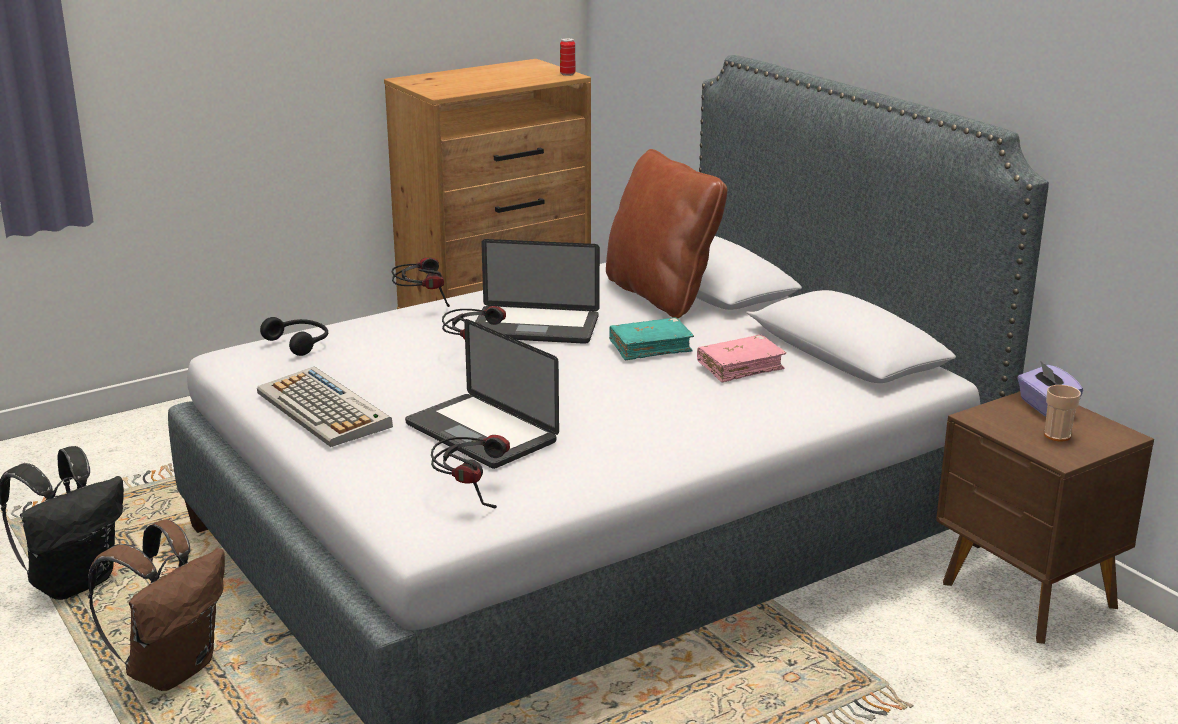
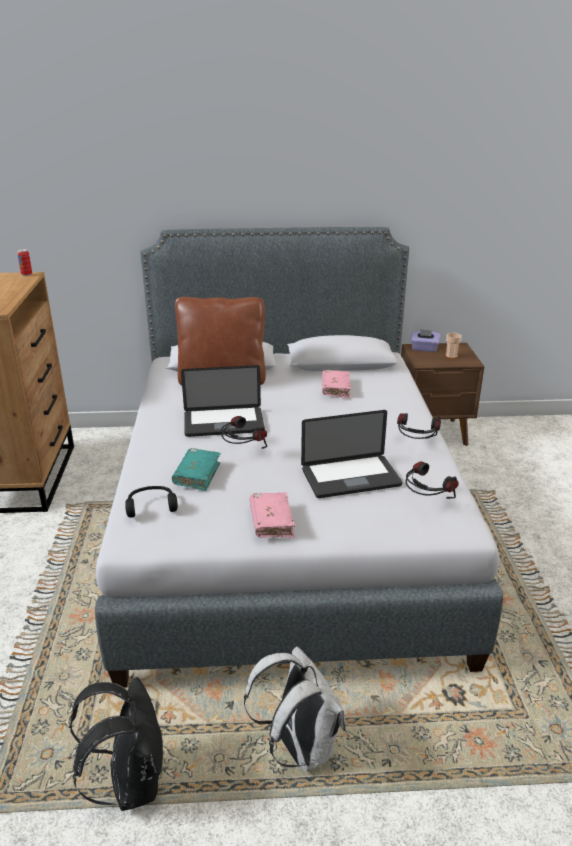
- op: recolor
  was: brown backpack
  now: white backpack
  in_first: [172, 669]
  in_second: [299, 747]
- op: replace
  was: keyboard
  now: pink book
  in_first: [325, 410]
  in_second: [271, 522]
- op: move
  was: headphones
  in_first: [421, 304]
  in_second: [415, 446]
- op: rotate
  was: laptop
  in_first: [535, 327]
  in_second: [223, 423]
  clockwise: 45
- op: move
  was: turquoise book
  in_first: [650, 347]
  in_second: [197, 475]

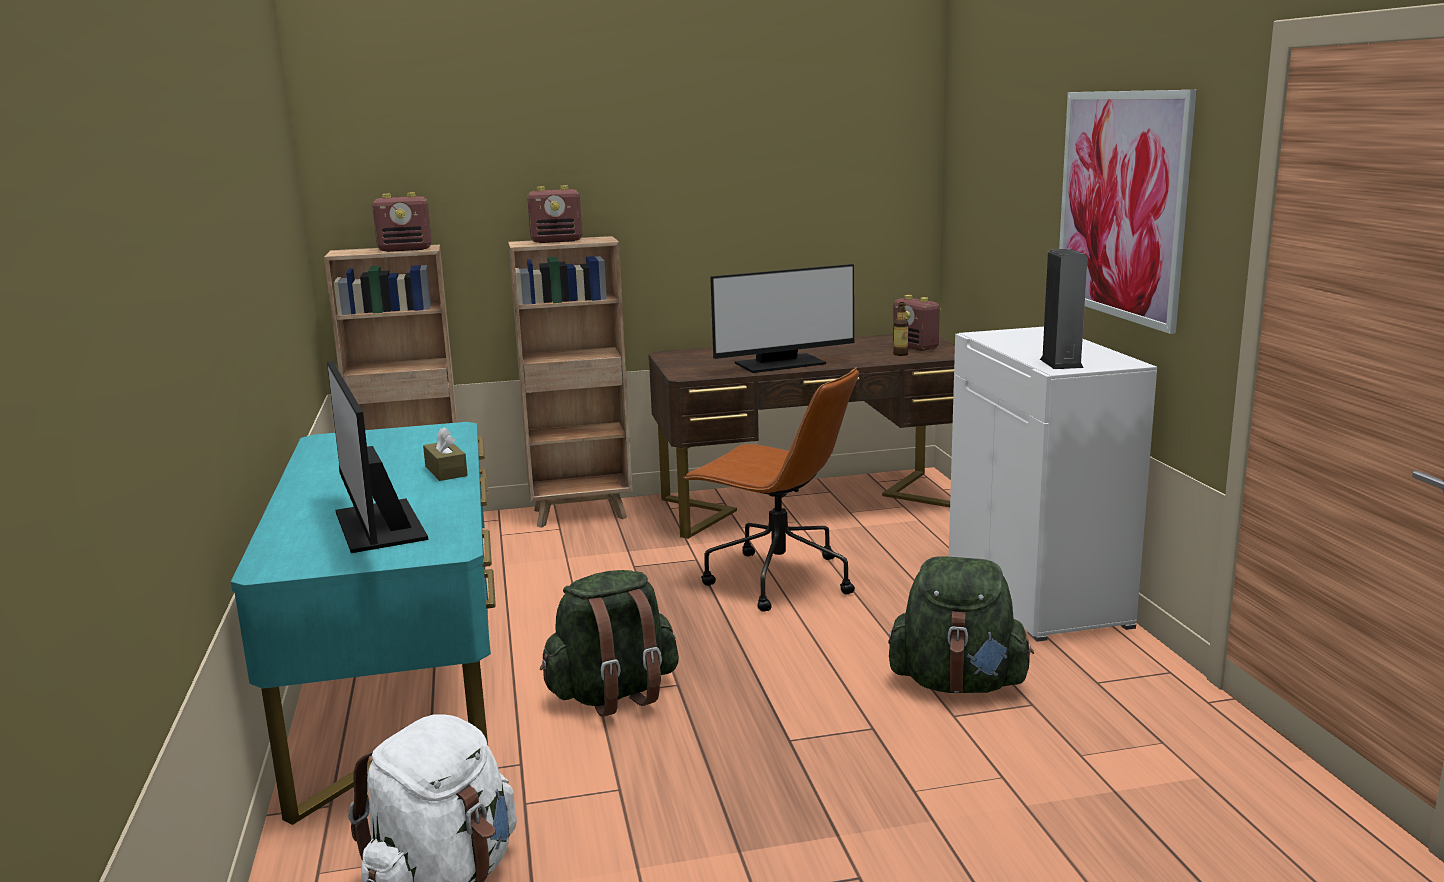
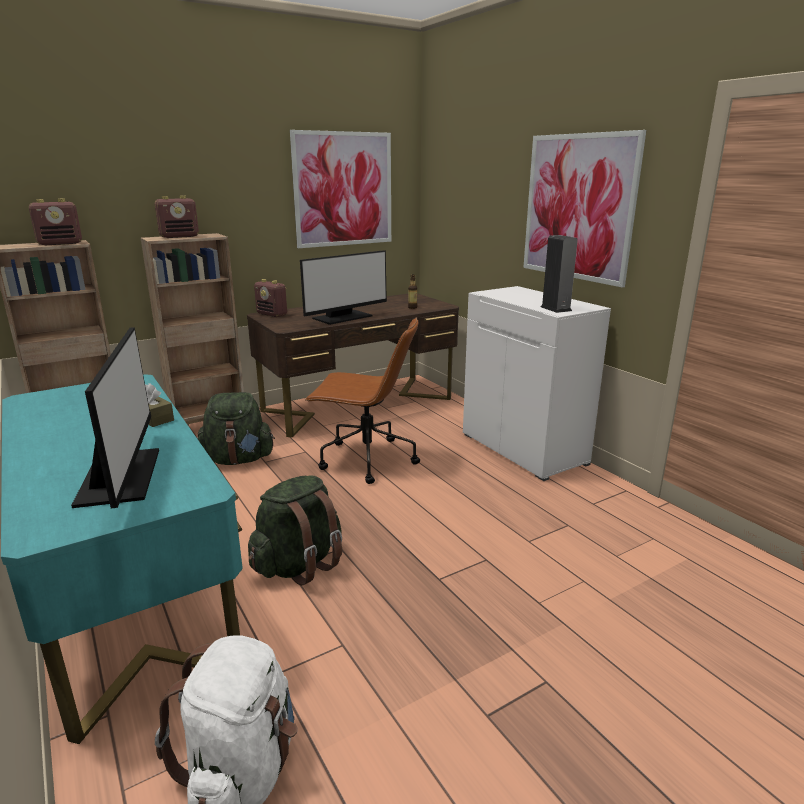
- op: rotate
  was: monitor
  in_first: [377, 526]
  in_second: [122, 476]
  clockwise: -150
- op: move
  was: green backpack
  in_first: [958, 683]
  in_second: [238, 459]
- op: move
  was: radio
  in_first: [916, 347]
  in_second: [272, 314]
- op: insert
  now: picture
  in_second: [343, 189]

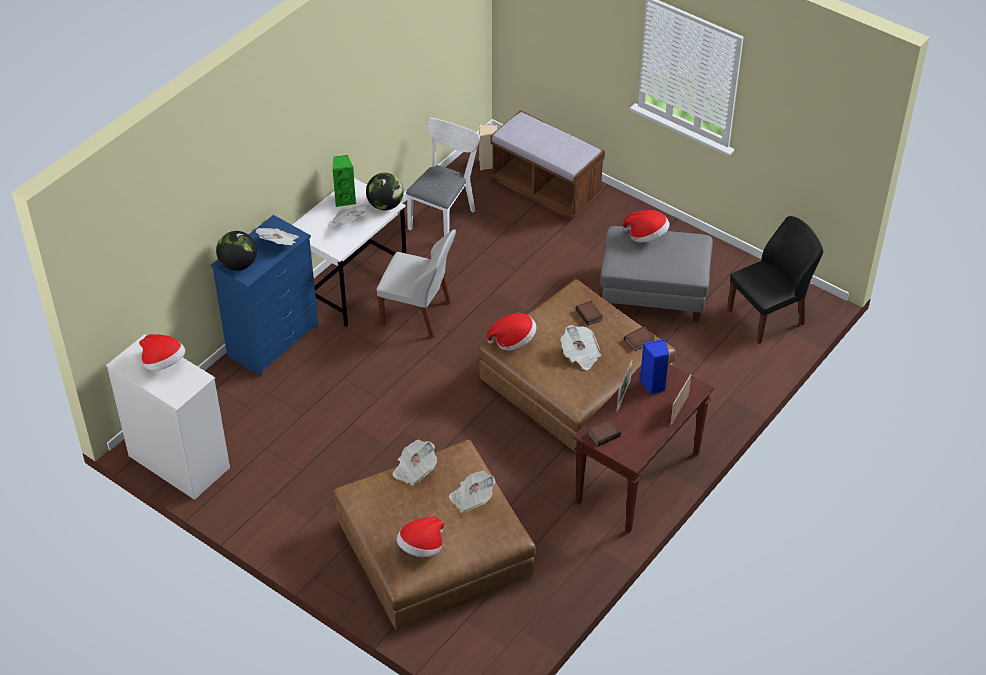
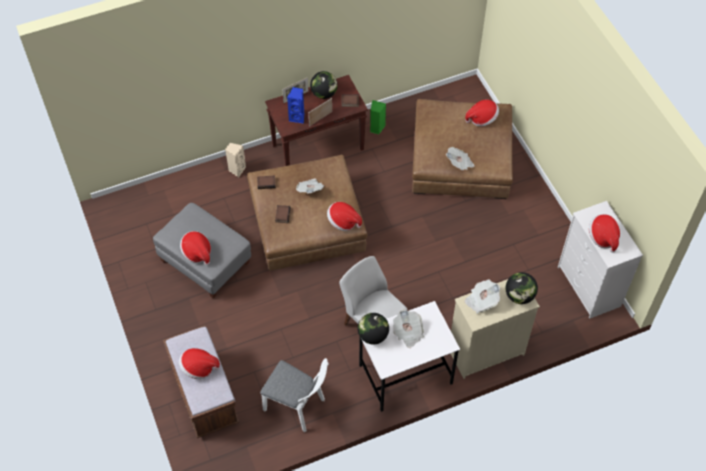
- op: recolor
  was: blue dresser
  now: beige dresser
  in_first: [274, 341]
  in_second: [485, 352]
- op: move
  was: green speaker
  in_first: [345, 199]
  in_second: [376, 128]
- op: rotate
  was: white chair
  in_first: [444, 216]
  in_second: [298, 407]
  clockwise: -120
- op: delete
  was: newspaper
  in_first: [472, 498]
- op: move
  was: beige speaker
  in_first: [488, 164]
  in_second: [236, 169]
- op: delete
  was: black chair
  in_first: [768, 317]
- op: insert
  now: hat
  in_second: [199, 368]
- op: insert
  now: globe
  in_second: [324, 94]

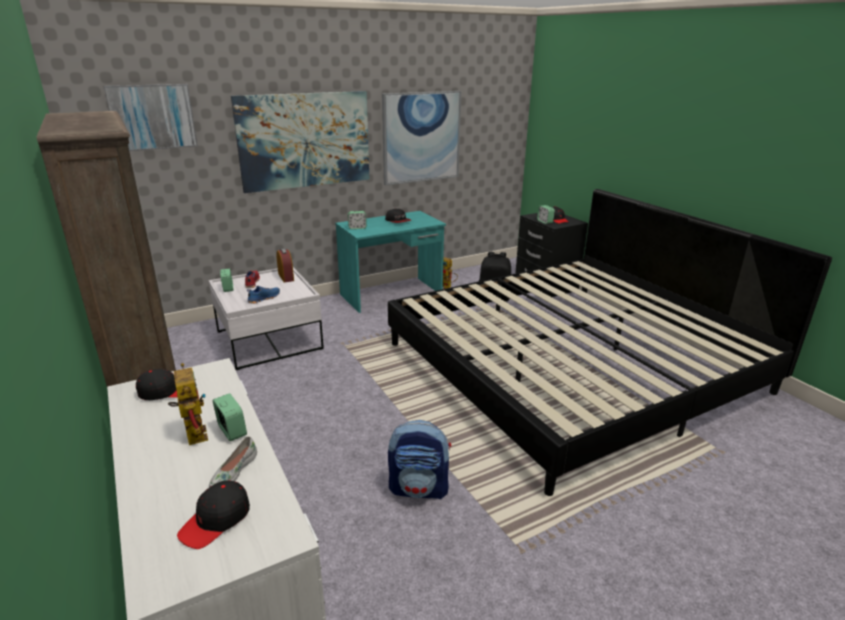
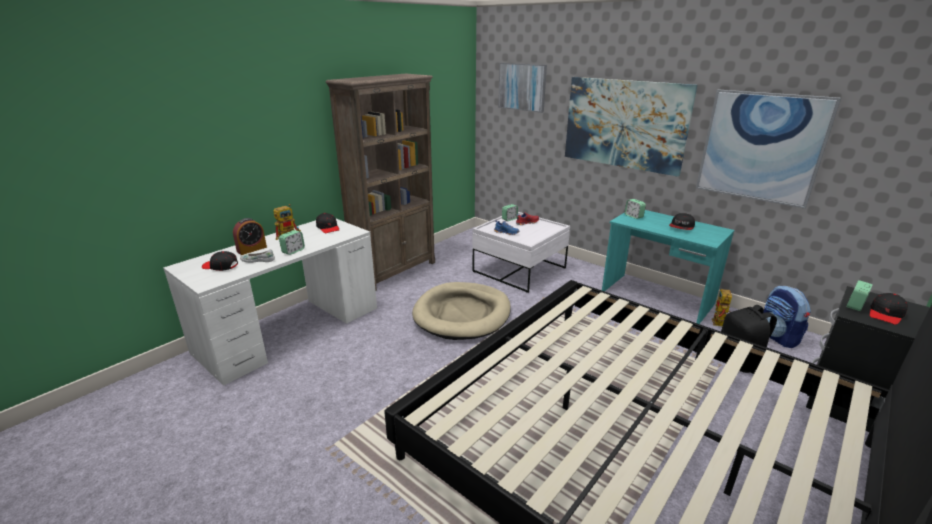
- op: move
  was: alarm clock
  in_first: [286, 277]
  in_second: [252, 249]
- op: move
  was: backpack
  in_first: [419, 488]
  in_second: [778, 337]
- op: insert
  now: beige dog bed
  in_second: [462, 314]

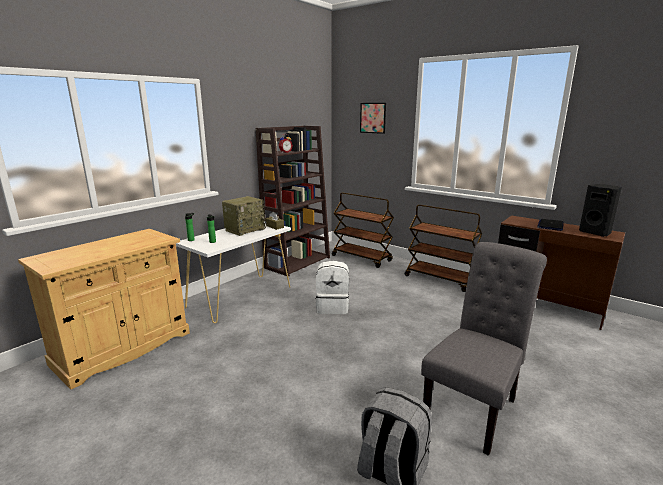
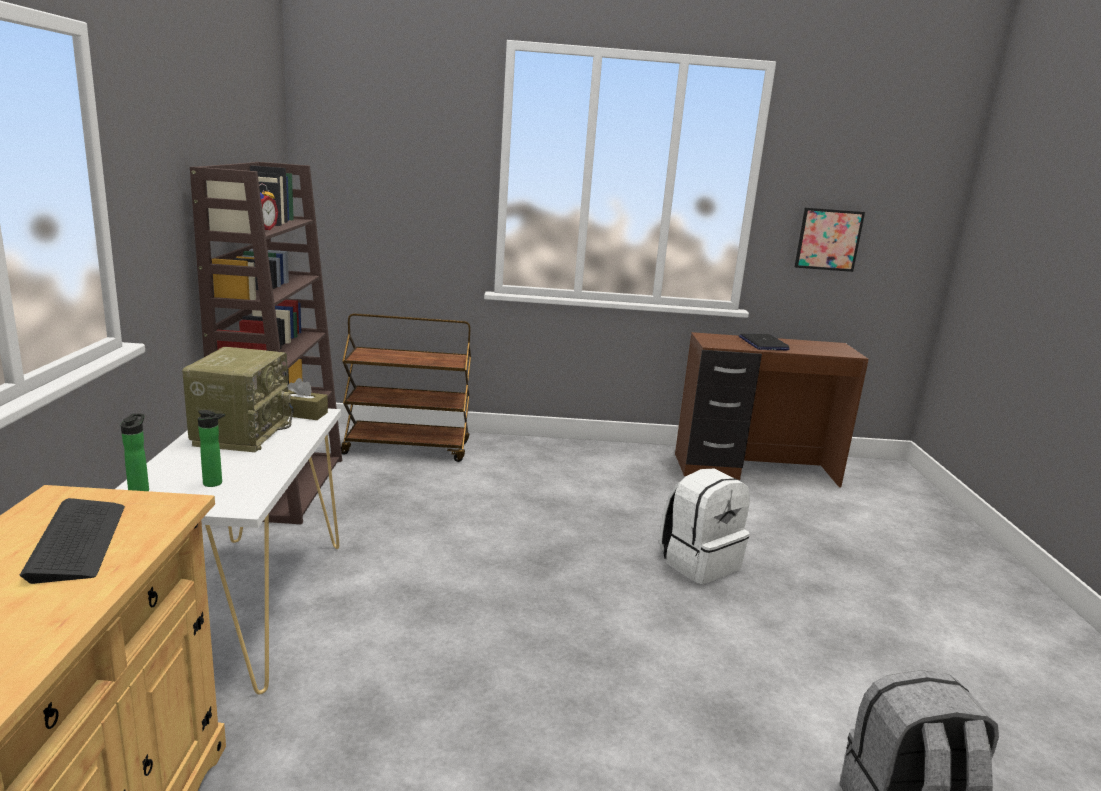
- op: move
  was: white backpack
  in_first: [333, 307]
  in_second: [699, 562]
- op: move
  was: picture
  in_first: [373, 118]
  in_second: [828, 239]
- op: delete
  was: brown cart
  in_first: [440, 279]
- op: delete
  was: grey chair
  in_first: [474, 407]
- op: delete
  was: black speaker
  in_first: [595, 233]
- op: insert
  now: keyboard
  in_second: [78, 541]

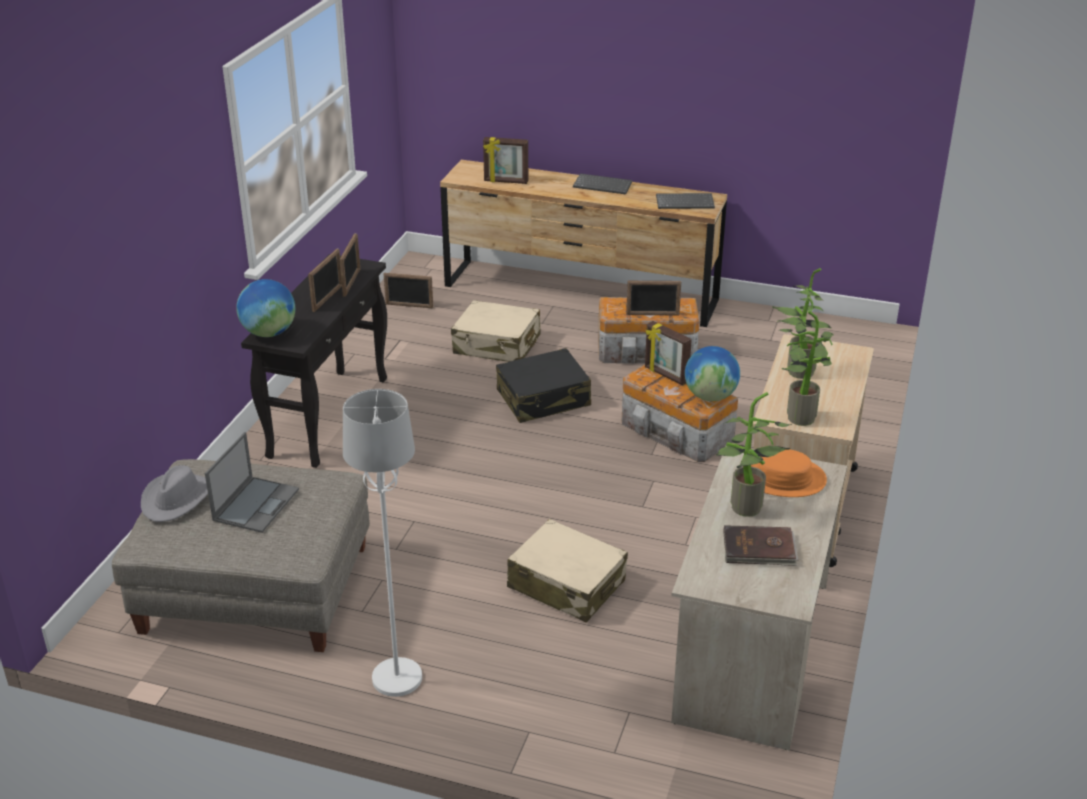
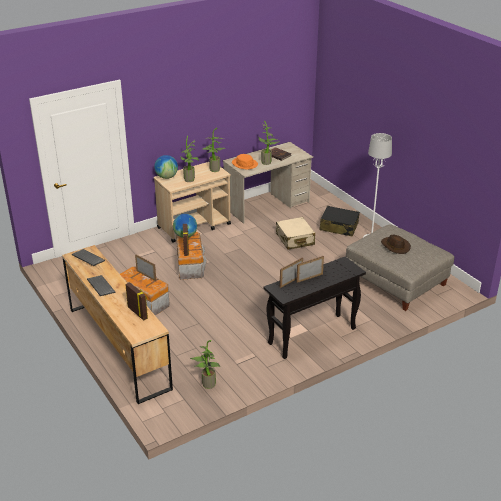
- op: delete
  was: grey hat
  in_first: [177, 499]
- op: replace
  was: laptop
  now: brown hat
  in_first: [256, 504]
  in_second: [395, 246]
- op: move
  was: globe
  in_first: [269, 333]
  in_second: [166, 177]
- op: replace
  was: picture frame
  now: potted plant
  in_first: [409, 306]
  in_second: [207, 385]
- op: delete
  was: beige suitcase
  in_first: [497, 345]
- op: move
  was: black suitcase
  in_first: [544, 399]
  in_second: [339, 227]

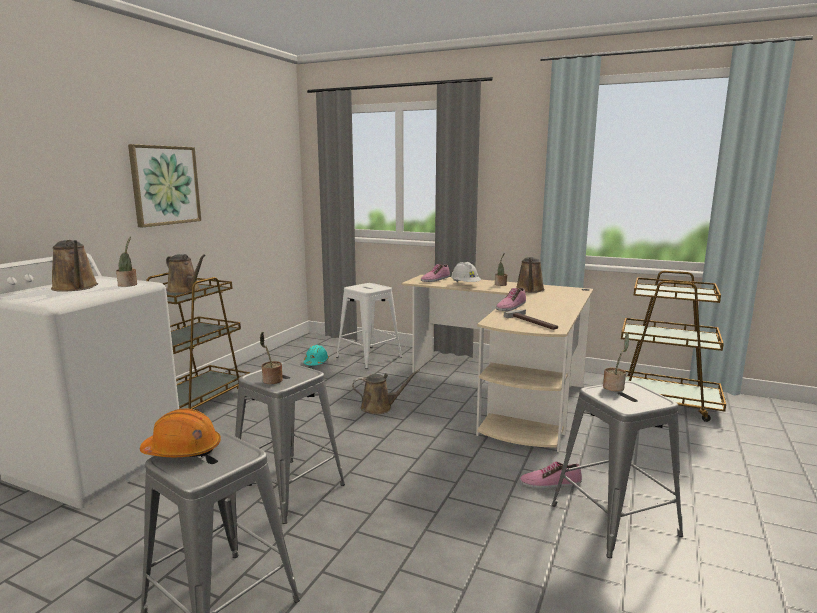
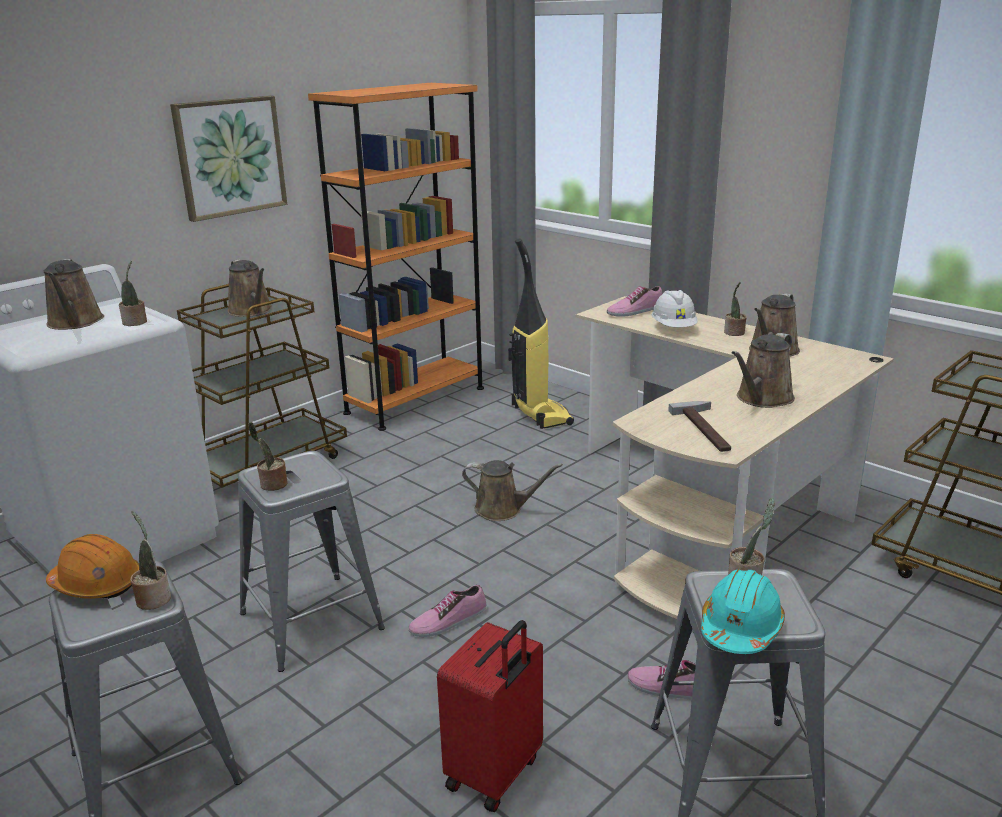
- op: move
  was: turquoise hard hat
  in_first: [316, 362]
  in_second: [740, 628]
- op: replace
  was: white stool
  now: vacuum cleaner
  in_first: [369, 357]
  in_second: [540, 415]
- op: move
  was: shoe
  in_first: [510, 306]
  in_second: [448, 620]
- op: insert
  now: potted plant
  in_second: [153, 598]
- op: insert
  now: orange bookcase
  in_second: [415, 400]
- op: insert
  now: red suitcase
  in_second: [496, 773]
- op: insert
  now: brown watering can
  in_second: [762, 399]

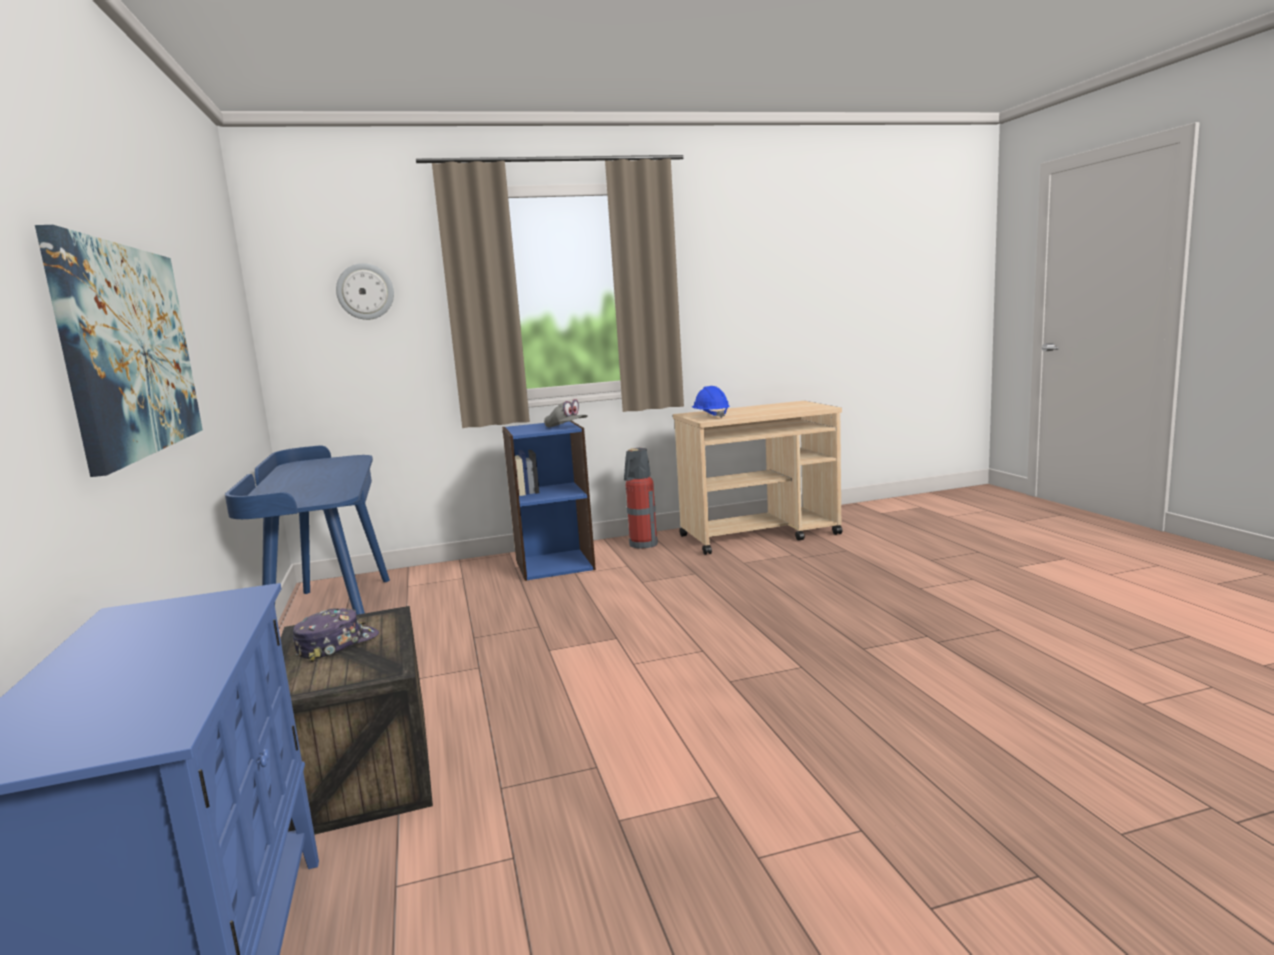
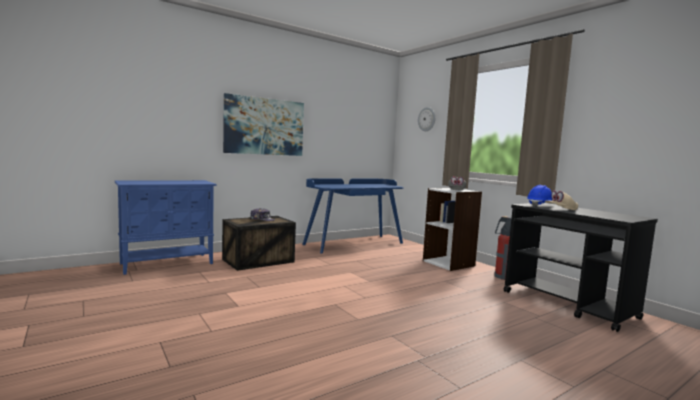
- op: recolor
  was: blue bookcase
  now: white bookcase
  in_first: [554, 564]
  in_second: [449, 263]
- op: recolor
  was: beige cart
  now: black cart
  in_first: [760, 535]
  in_second: [569, 305]
- op: insert
  now: beige cap
  in_second: [560, 209]

